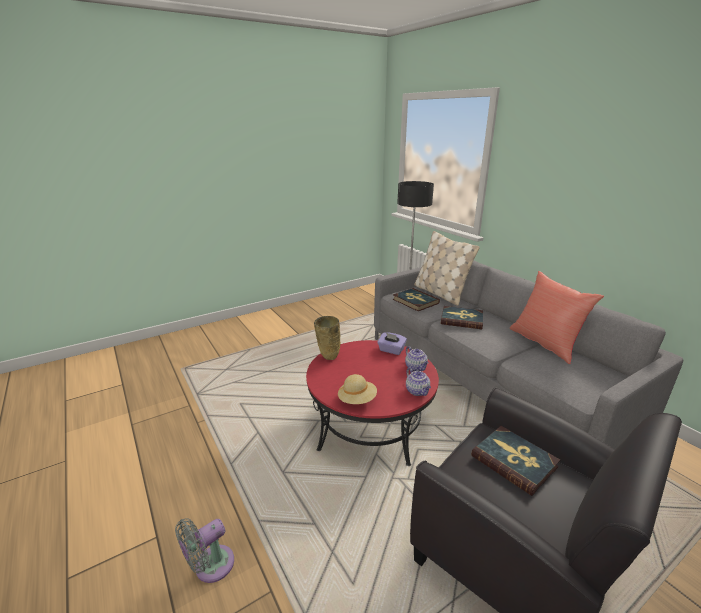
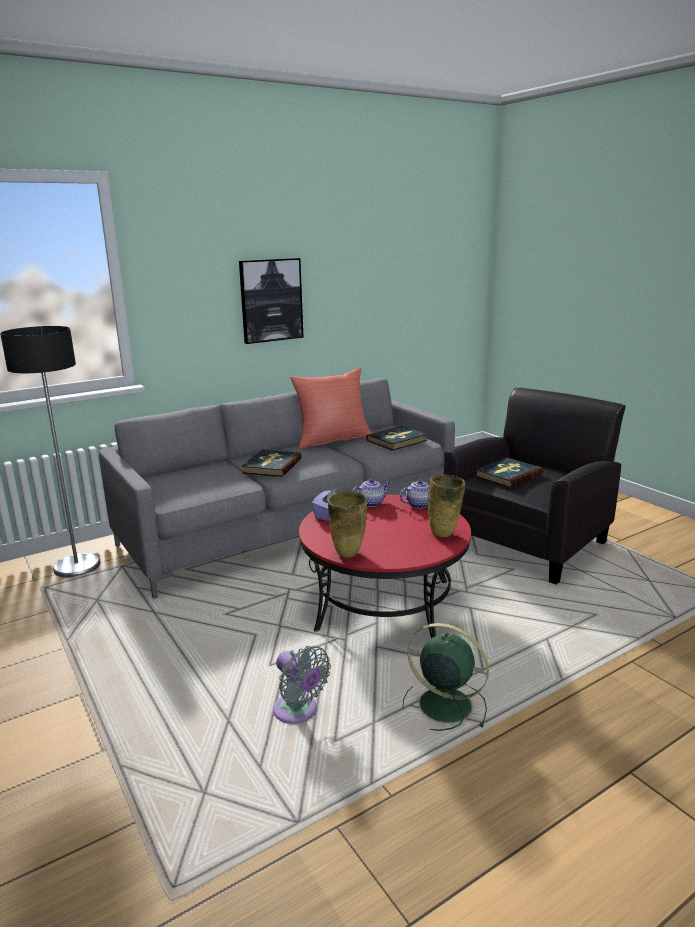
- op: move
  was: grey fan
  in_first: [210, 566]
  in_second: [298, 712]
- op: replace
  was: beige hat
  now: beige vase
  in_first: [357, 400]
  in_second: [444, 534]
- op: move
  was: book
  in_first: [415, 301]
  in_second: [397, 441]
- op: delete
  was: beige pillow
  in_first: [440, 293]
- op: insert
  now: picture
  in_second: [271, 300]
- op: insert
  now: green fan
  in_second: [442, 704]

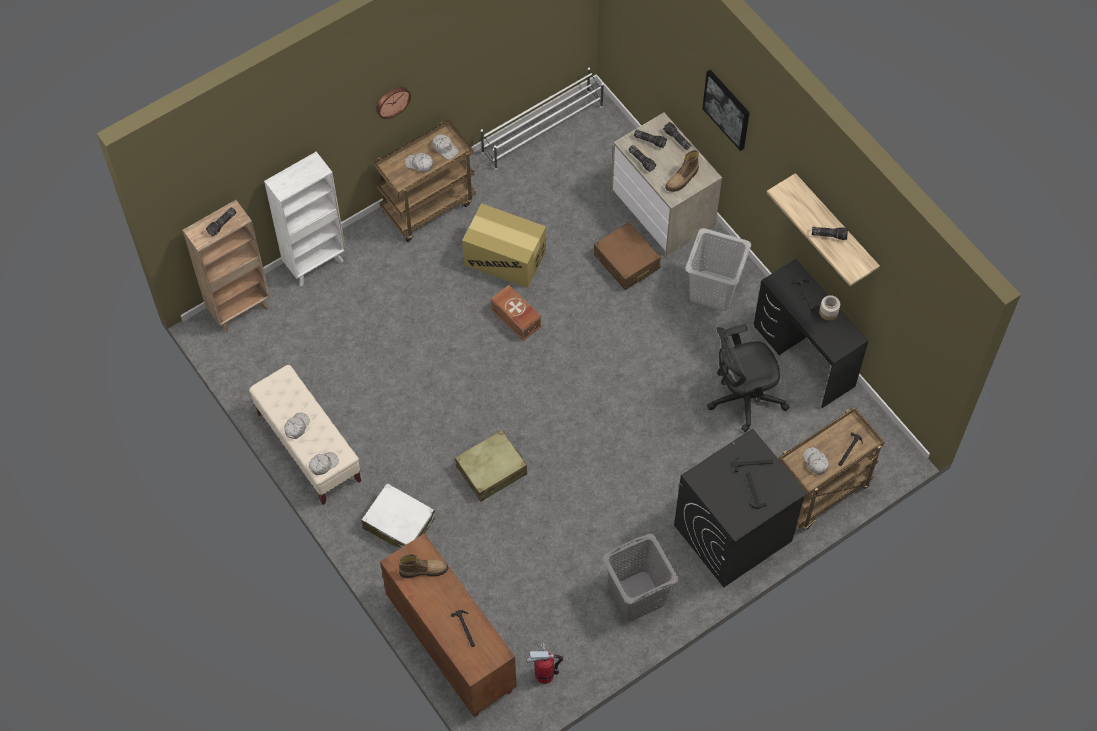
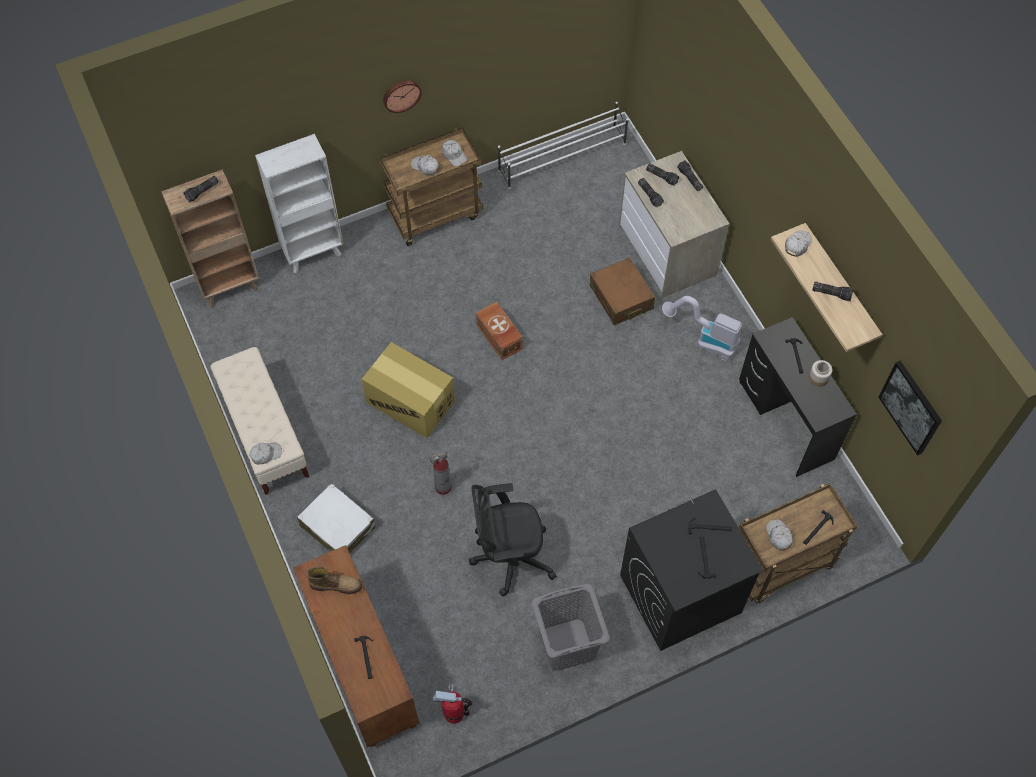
- op: move
  was: white cap
  in_first: [296, 427]
  in_second: [797, 245]
- op: replace
  was: beige suitcase
  now: fire extinguisher
  in_first: [491, 470]
  in_second: [443, 487]
- op: move
  was: cardboard box
  in_first: [504, 257]
  in_second: [410, 401]
- op: delete
  was: boot
  in_first: [682, 179]
- op: replace
  was: grey laundry basket
  now: vacuum cleaner
  in_first: [713, 291]
  in_second: [704, 339]
- op: move
  was: picture
  in_first: [727, 109]
  in_second: [911, 407]
- op: move
  was: black office chair
  in_first: [742, 398]
  in_second: [509, 558]

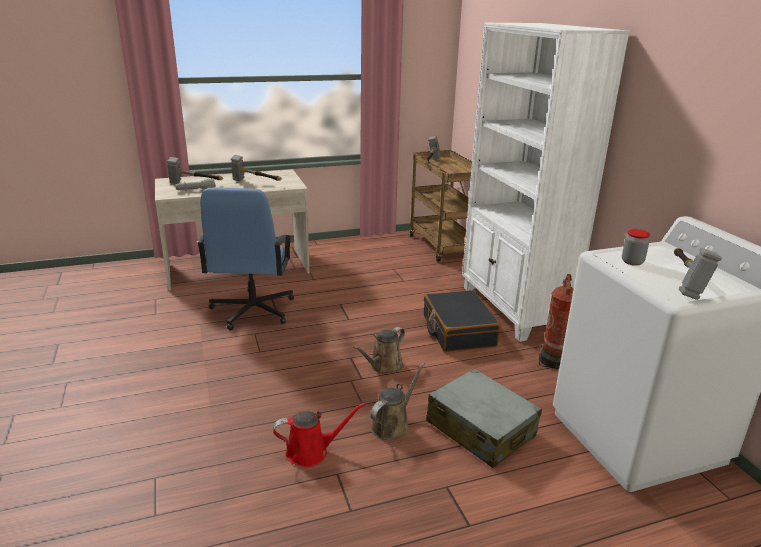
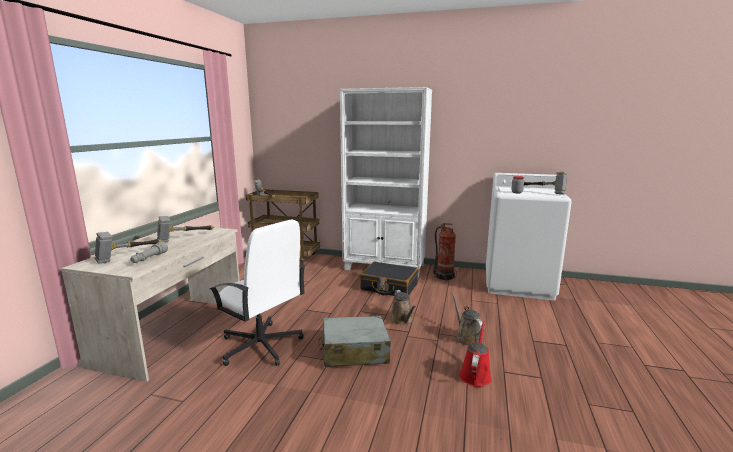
- op: recolor
  was: blue office chair
  now: white office chair
  in_first: [252, 310]
  in_second: [261, 346]
- op: move
  was: grey suitcase
  in_first: [480, 429]
  in_second: [354, 351]

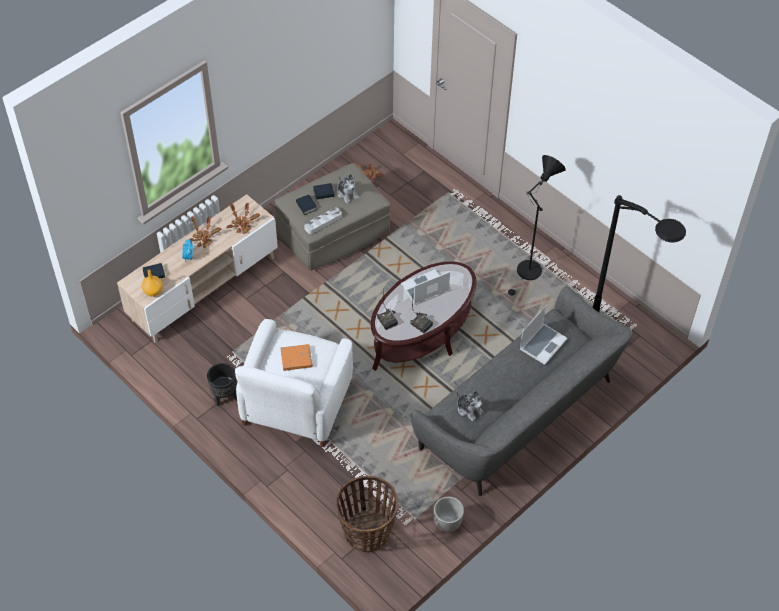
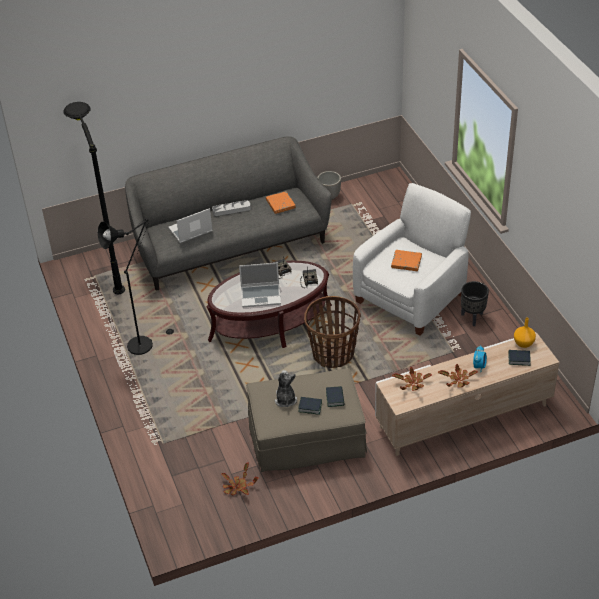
- op: move
  was: grey tray
  in_first: [323, 222]
  in_second: [231, 210]
- op: move
  was: basket
  in_first: [367, 531]
  in_second: [333, 354]
- op: replace
  was: plush toy
  now: orange book
  in_first: [469, 409]
  in_second: [280, 204]

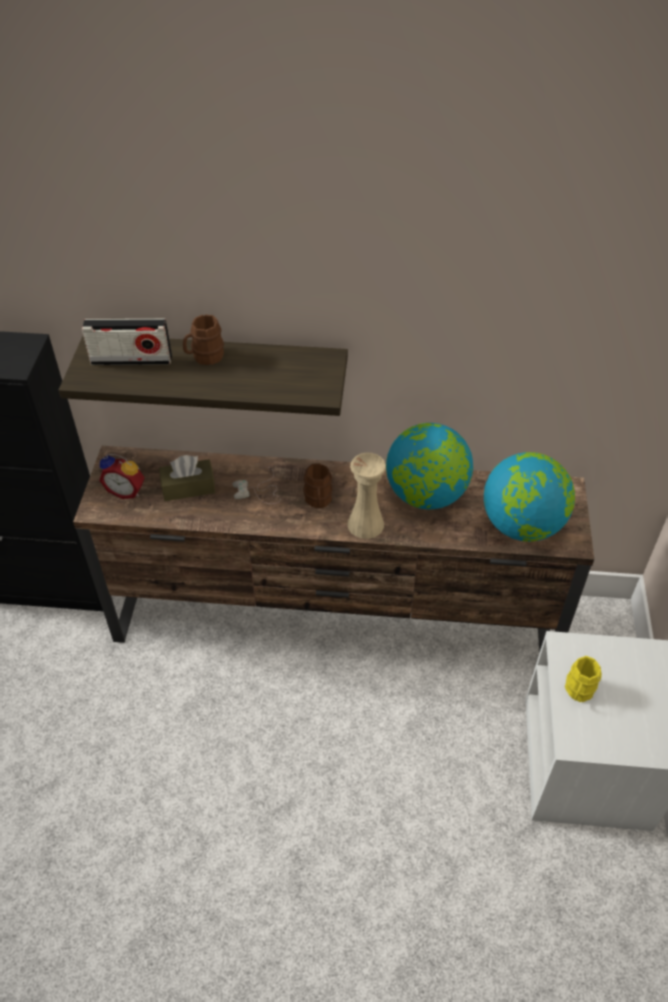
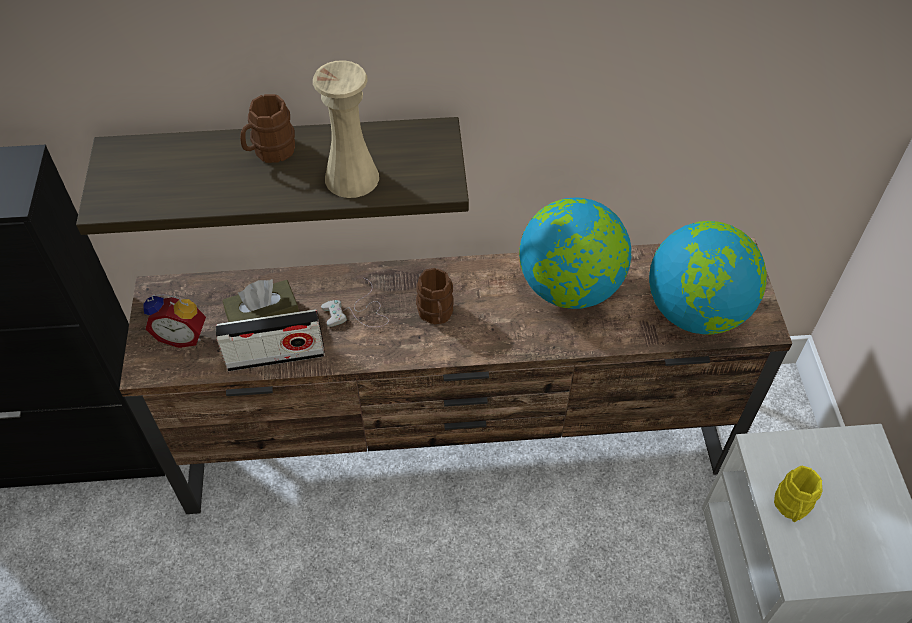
- op: move
  was: radio
  in_first: [131, 360]
  in_second: [275, 356]
- op: move
  was: beige vase
  in_first: [365, 524]
  in_second: [352, 178]

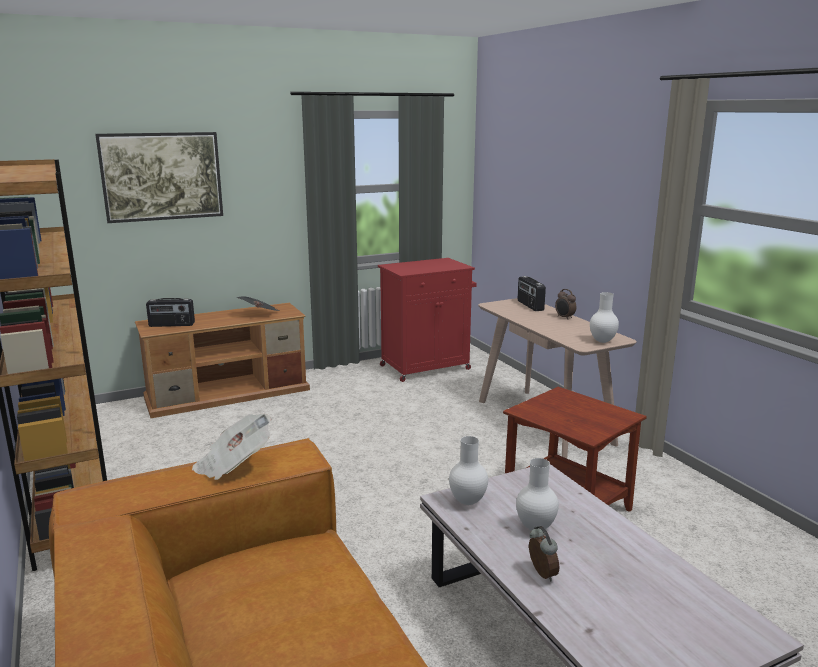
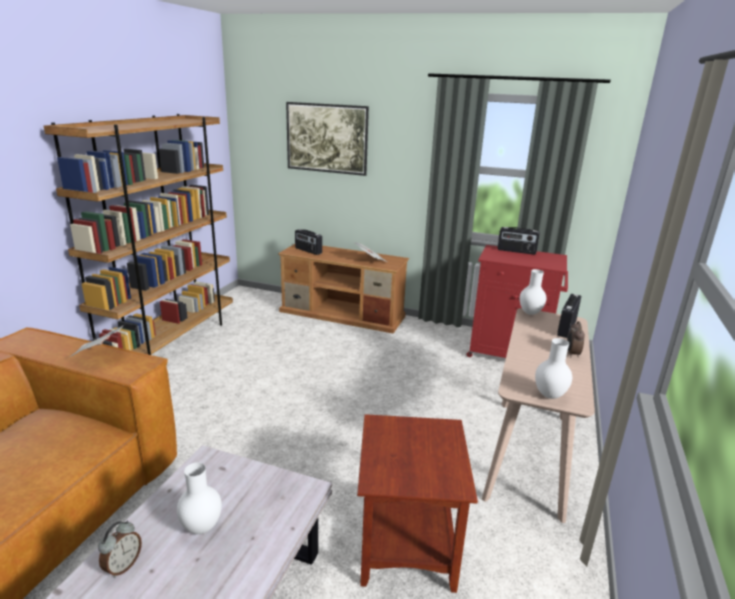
- op: move
  was: white vase
  in_first: [468, 501]
  in_second: [530, 313]
- op: insert
  now: radio
  in_second: [516, 251]

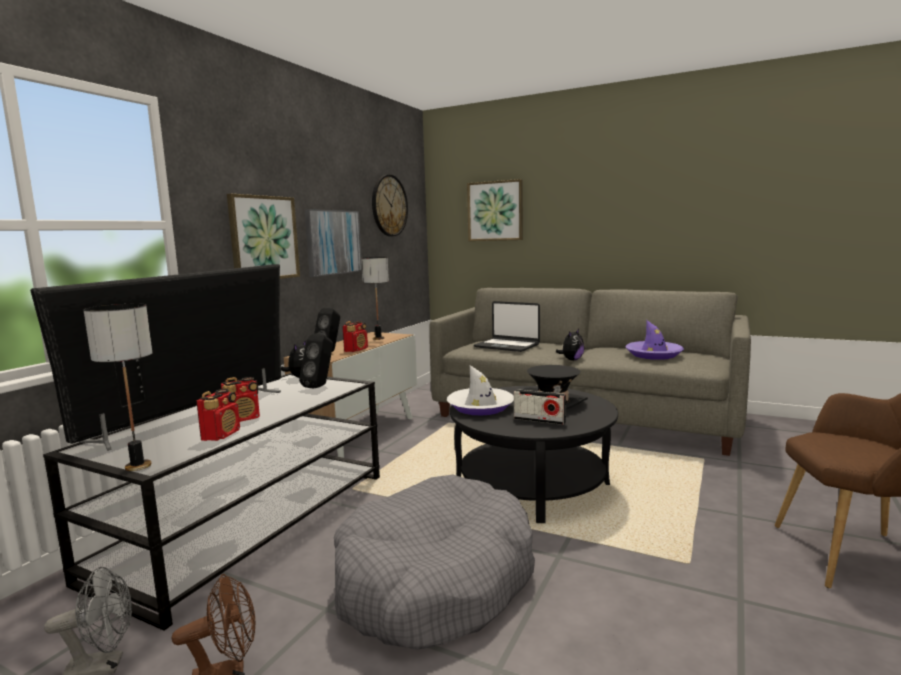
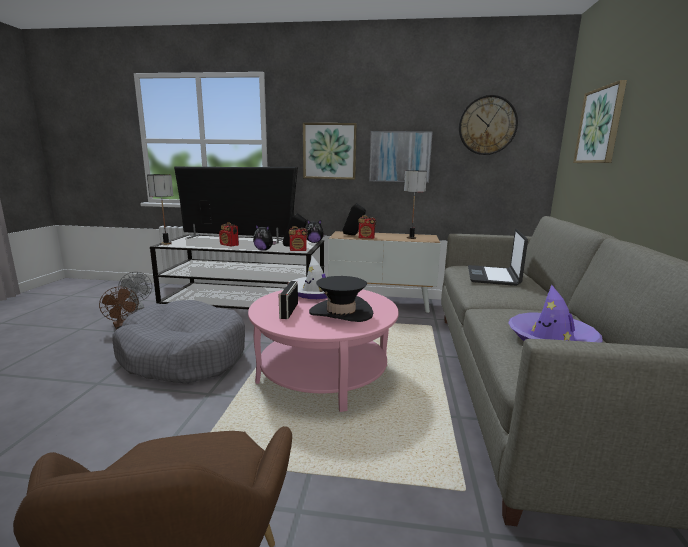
- op: move
  was: radio
  in_first: [221, 435]
  in_second: [298, 250]
- op: recolor
  was: black coffee table
  now: pink coffee table
  in_first: [532, 485]
  in_second: [324, 373]
- op: move
  was: plush toy
  in_first: [571, 360]
  in_second: [264, 250]

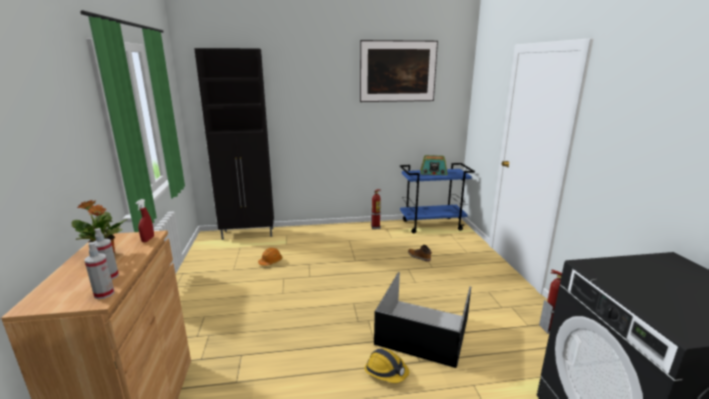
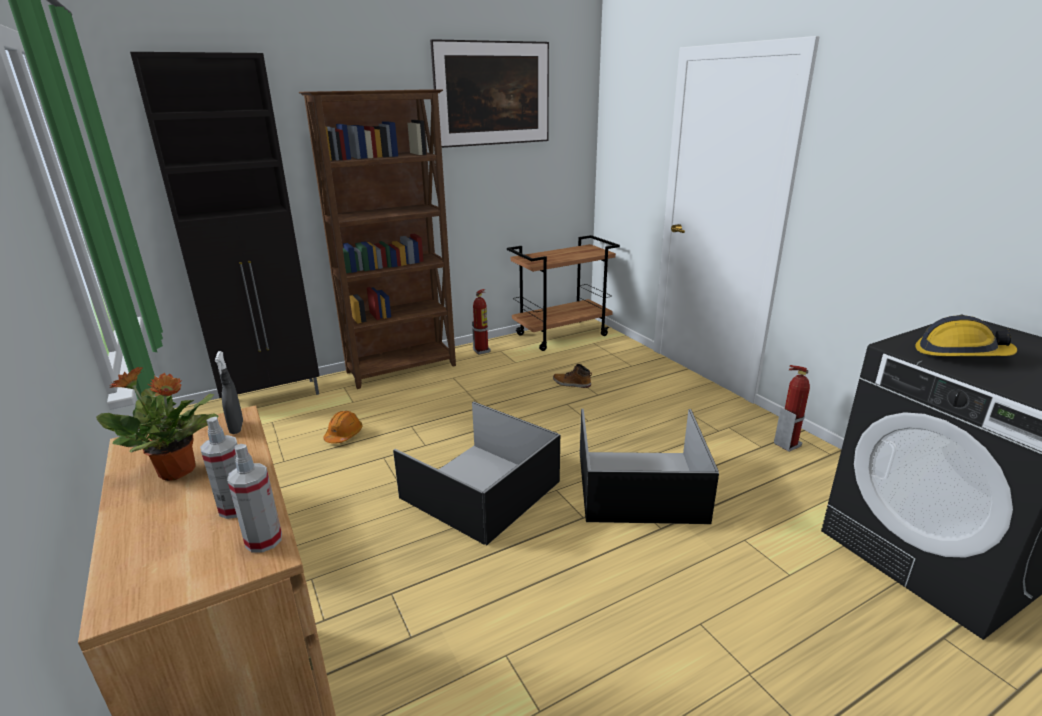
- op: recolor
  was: red spray bottle
  now: grey spray bottle
  in_first: [148, 239]
  in_second: [236, 428]
- op: move
  was: hard hat
  in_first: [386, 371]
  in_second: [960, 353]
- op: recolor
  was: blue cart
  now: brown cart
  in_first: [432, 225]
  in_second: [562, 335]
- op: delete
  was: radio
  in_first: [433, 173]
- op: insert
  now: brown bookcase
  in_second: [403, 369]
- op: insert
  now: black storage box
  in_second: [481, 488]

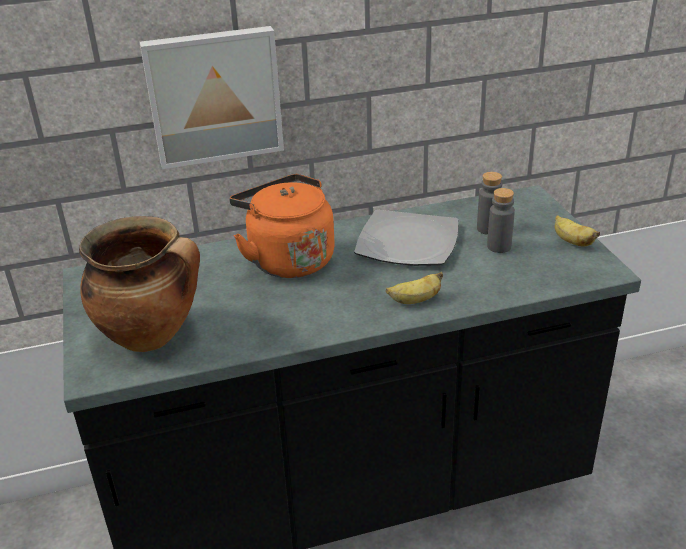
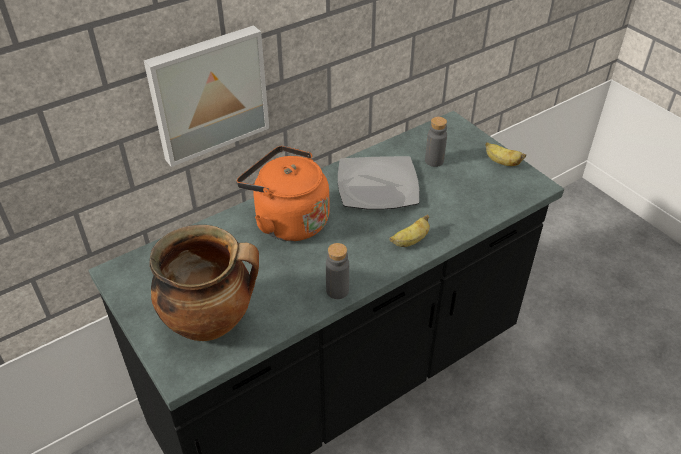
- op: move
  was: grey bottle
  in_first: [499, 246]
  in_second: [337, 290]

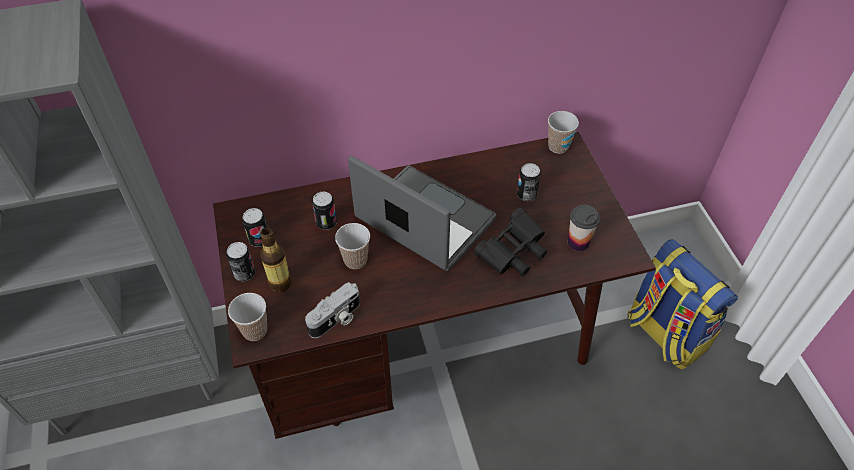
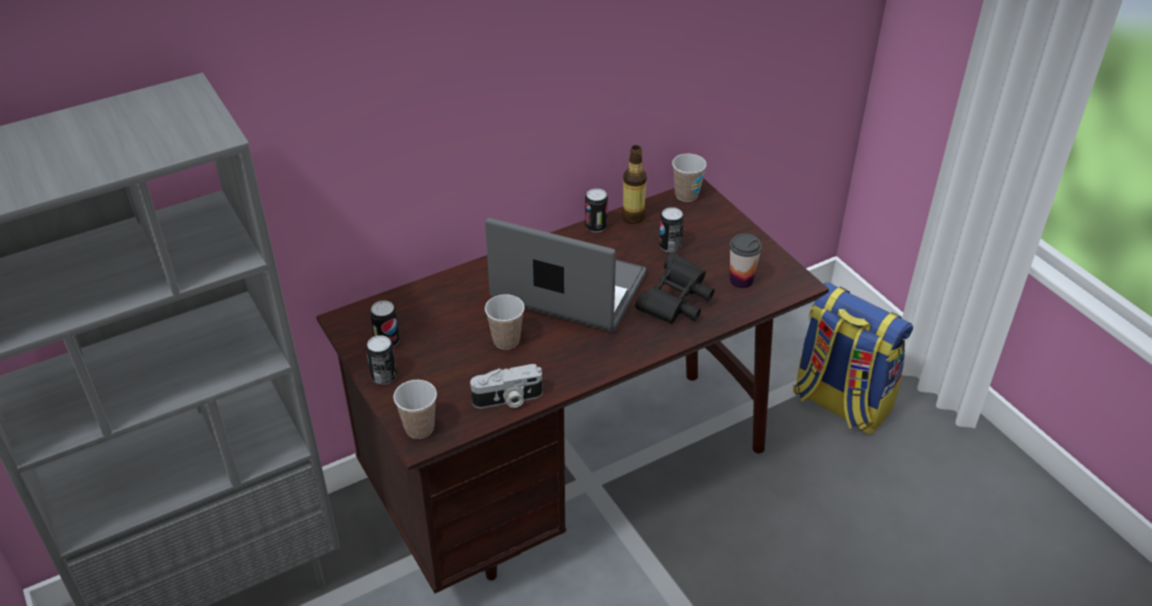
- op: move
  was: bottle
  in_first: [280, 283]
  in_second: [633, 217]
- op: rotate
  was: photo camera
  in_first: [336, 319]
  in_second: [508, 400]
  clockwise: 45
- op: move
  was: can
  in_first: [326, 223]
  in_second: [596, 226]

